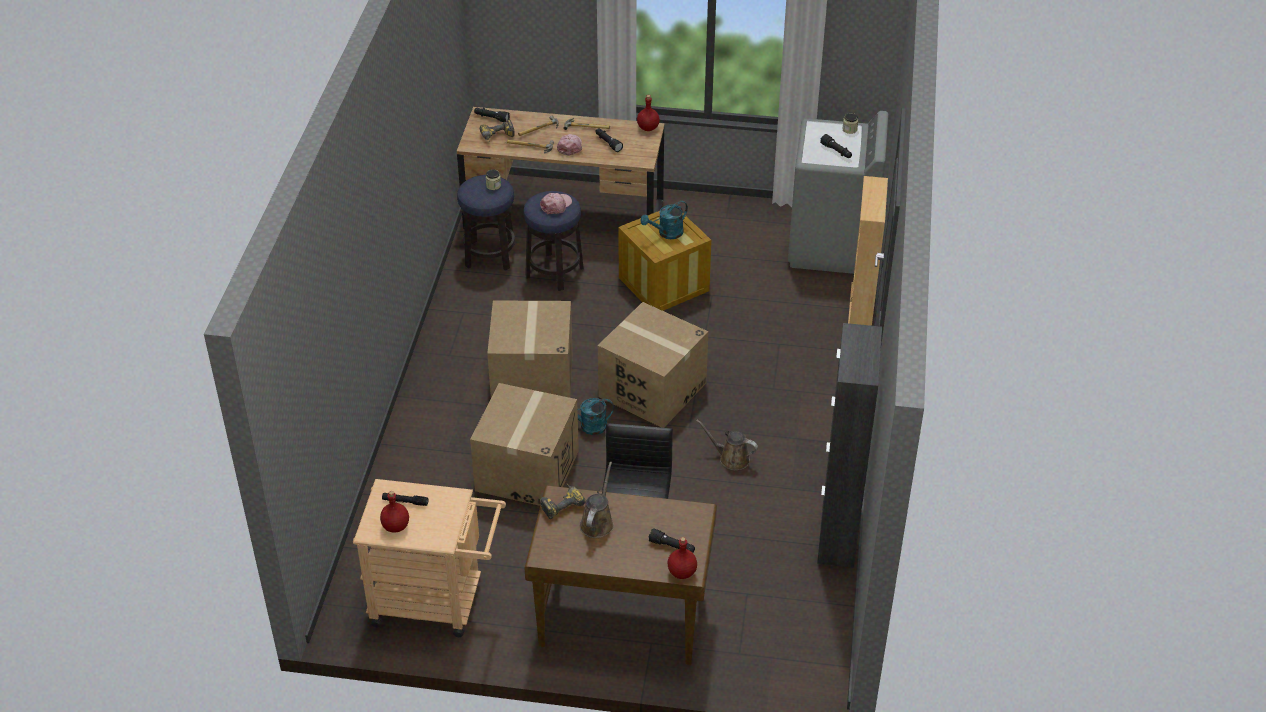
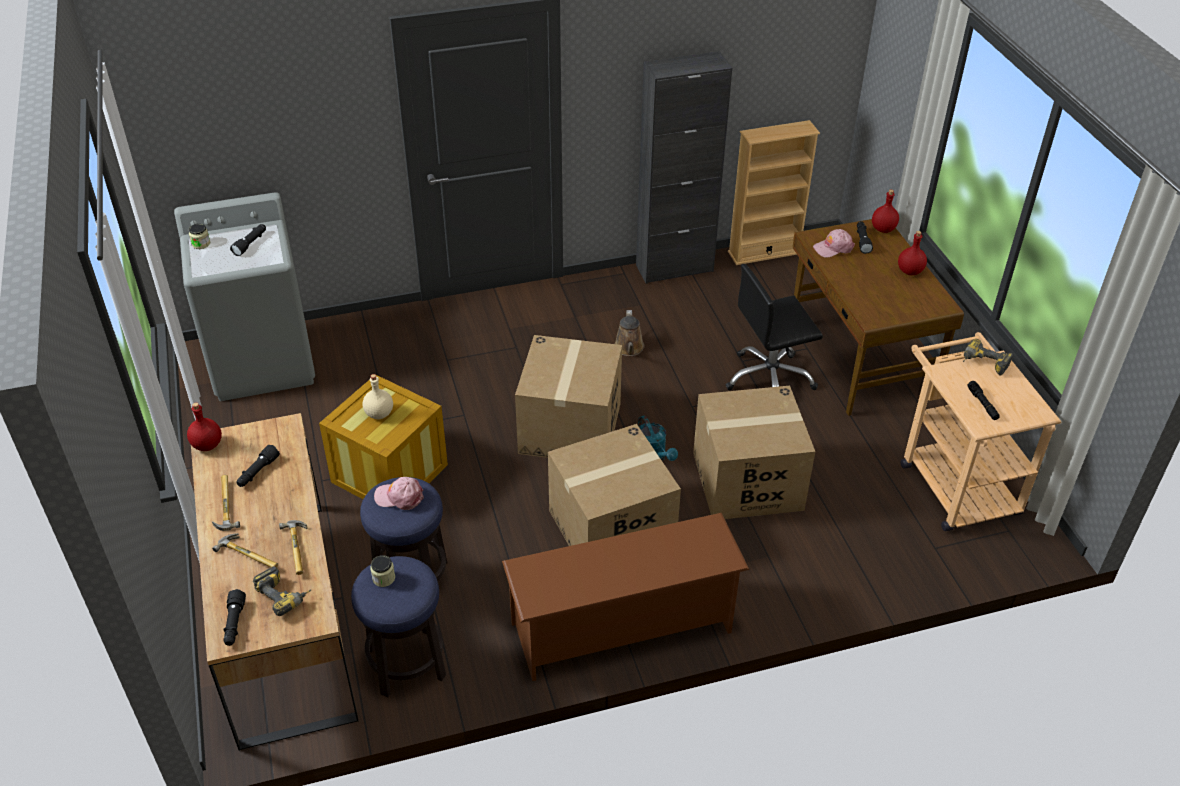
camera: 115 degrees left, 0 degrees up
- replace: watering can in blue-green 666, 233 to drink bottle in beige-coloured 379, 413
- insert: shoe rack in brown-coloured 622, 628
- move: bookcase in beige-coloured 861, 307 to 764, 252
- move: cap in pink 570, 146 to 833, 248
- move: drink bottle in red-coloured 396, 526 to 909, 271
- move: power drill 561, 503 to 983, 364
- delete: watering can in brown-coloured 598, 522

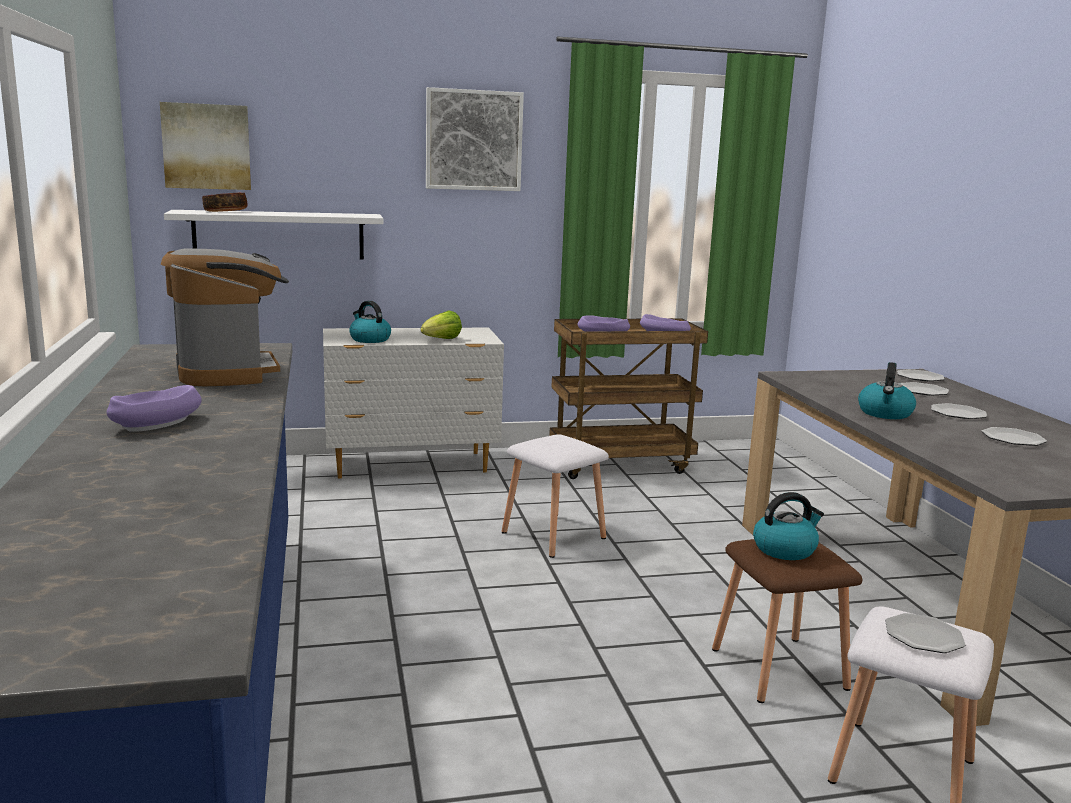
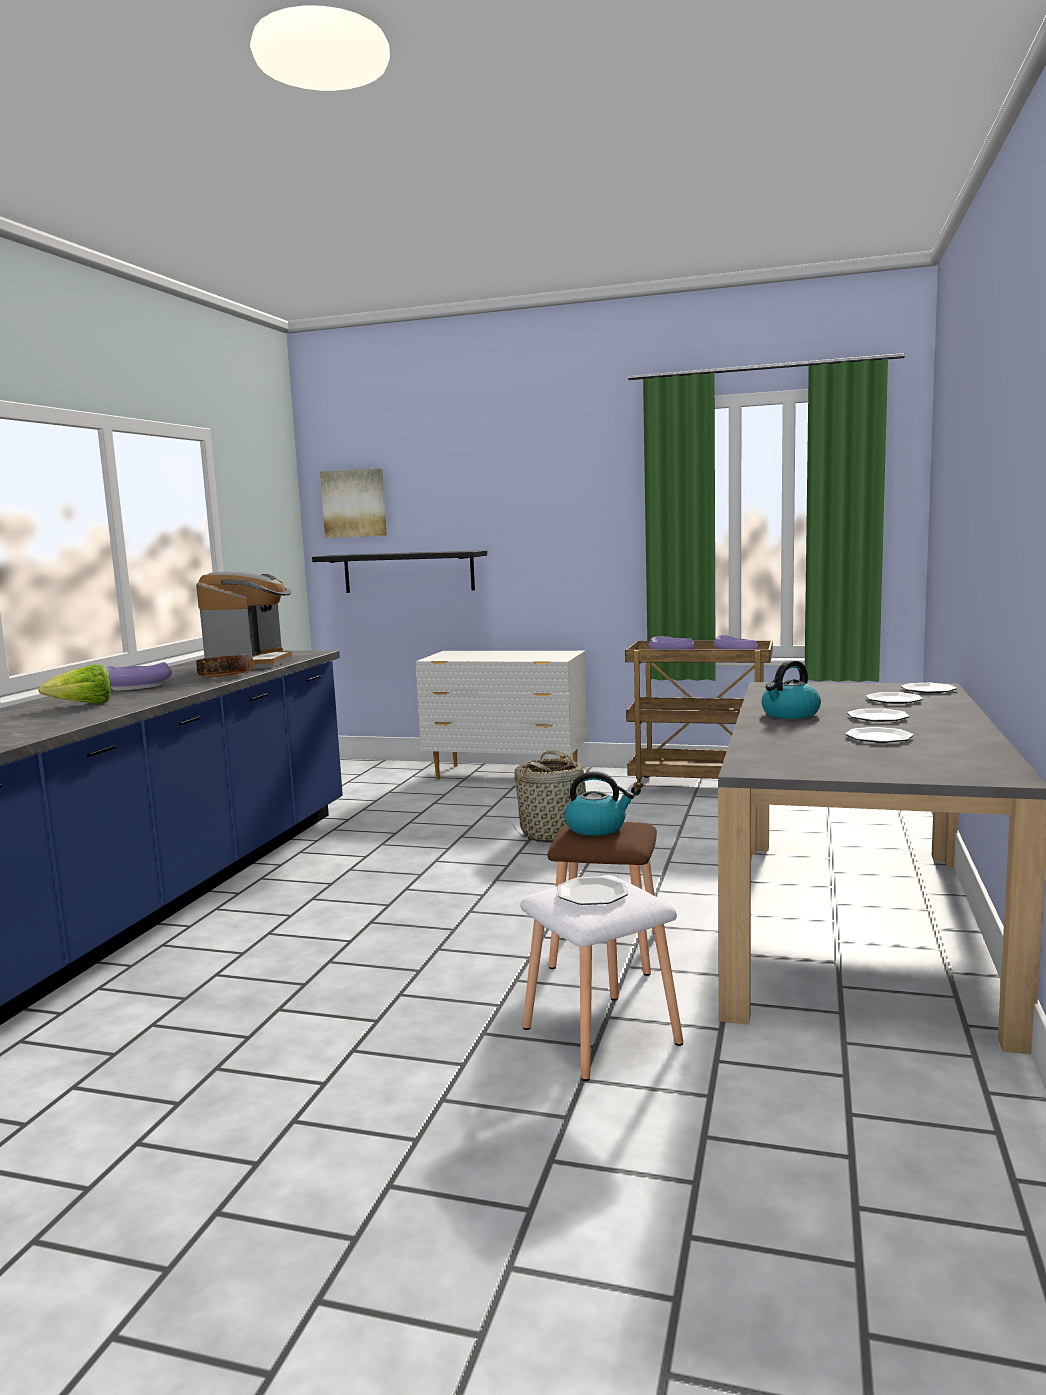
camera: 30 degrees right, 5 degrees down
- move: lettuce head 441, 340 to 84, 705
- move: bowl 225, 212 to 224, 676
- recolor: shelf in white 279, 235 to shelf in blackish 408, 572
- replace: stool in white 555, 535 to basket 554, 834
- delete: water kettle 369, 339
- delete: wall art 473, 140

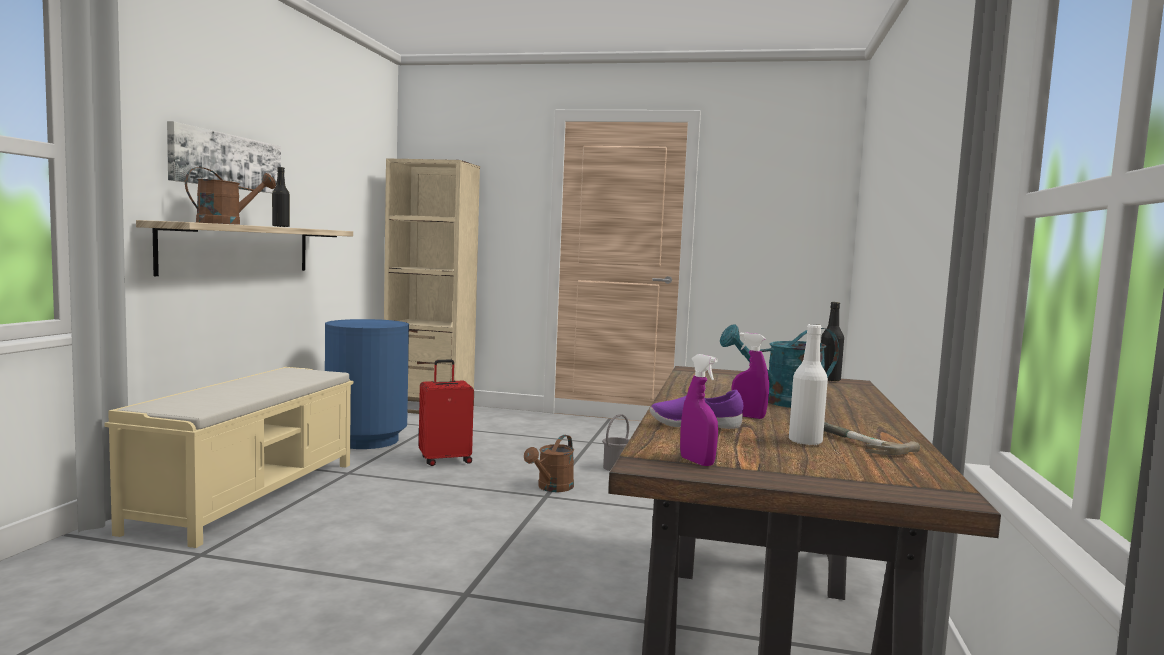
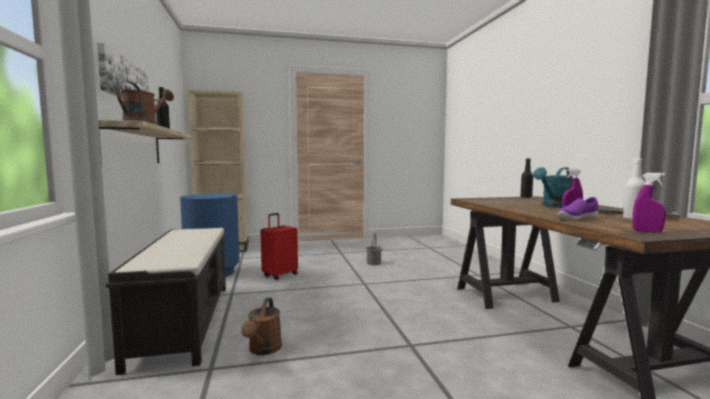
camera: 25 degrees left, 0 degrees up
- recolor: indoor bench in beige-coloured 250, 494 to indoor bench in blackish 184, 321
- move: watering can in brown-coloured 552, 488 to 263, 350

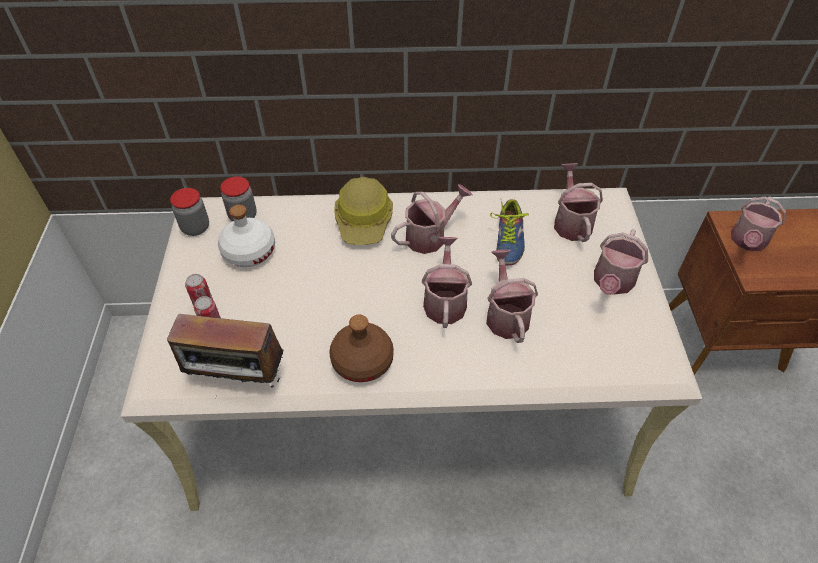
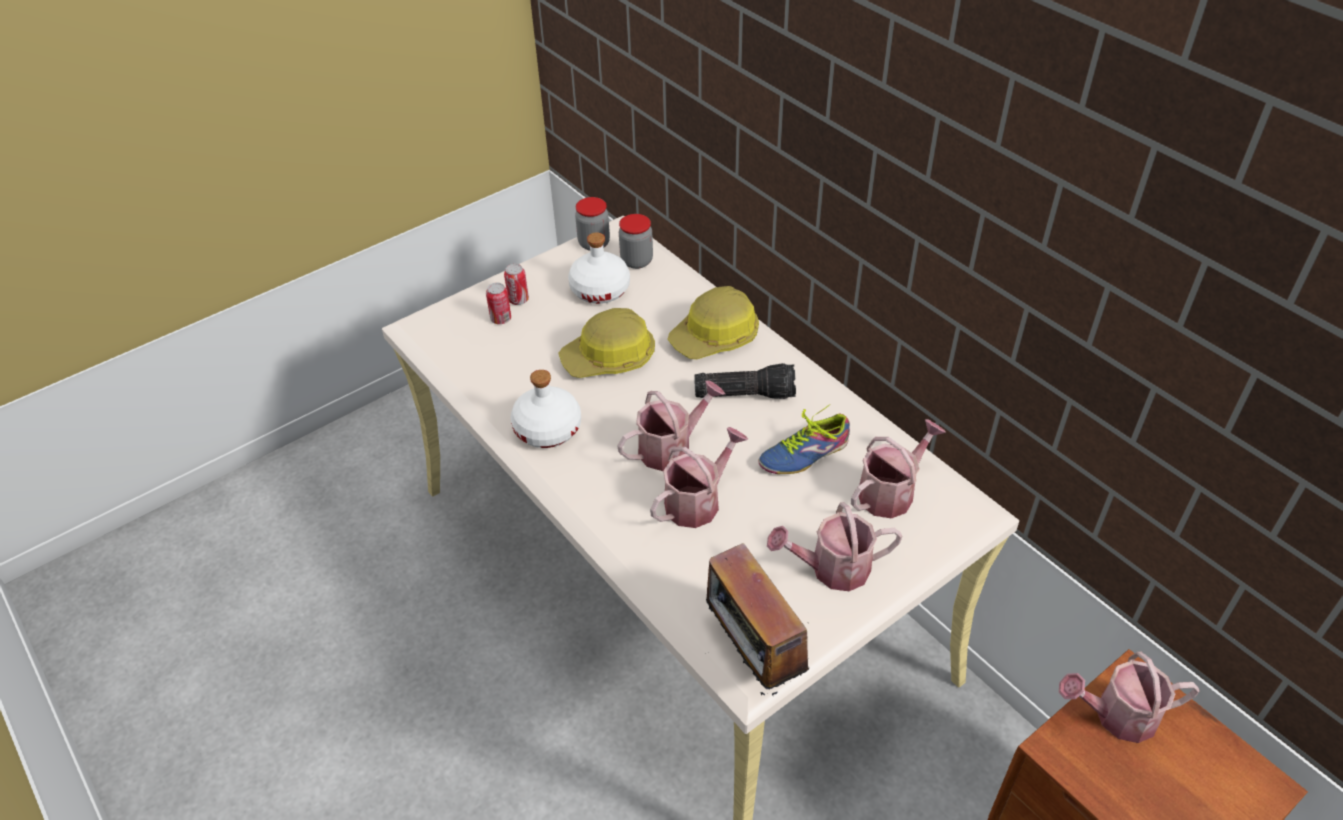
camera: 55 degrees right, 5 degrees down
- recolor: drink bottle in brown-coloured 362, 360 to drink bottle in white 548, 429
- insert: safety helmet 610, 358
- replace: watering can 430, 236 to hand torch 745, 392
- move: radio receiver 237, 378 to 752, 655

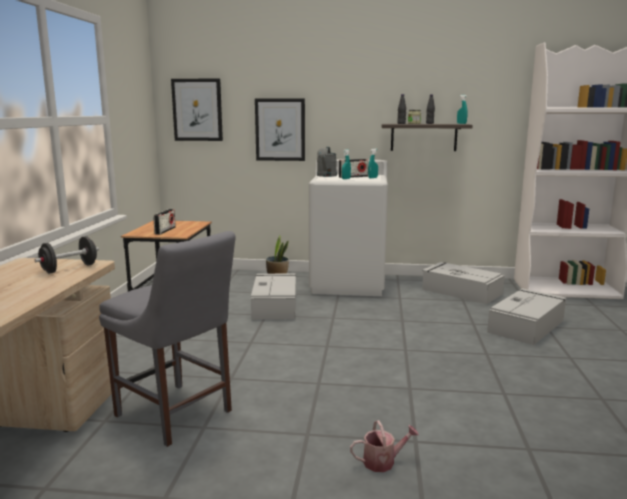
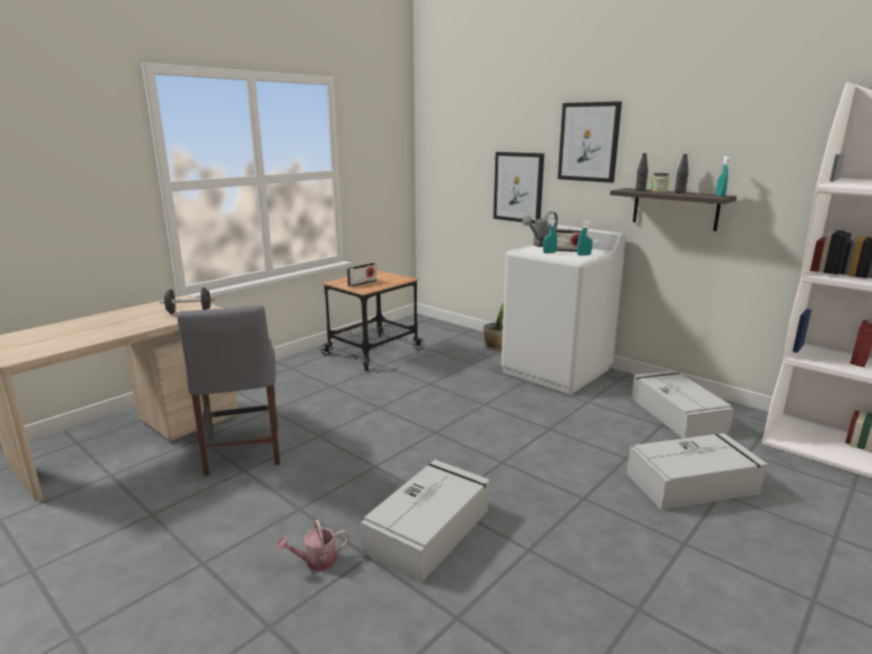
camera: 35 degrees right, 5 degrees up
- rotate: watering can 383, 462 = 315, 561 135 degrees clockwise
- move: storage box in gray 275, 305 to 429, 529
- move: wall art 197, 110 to 589, 142

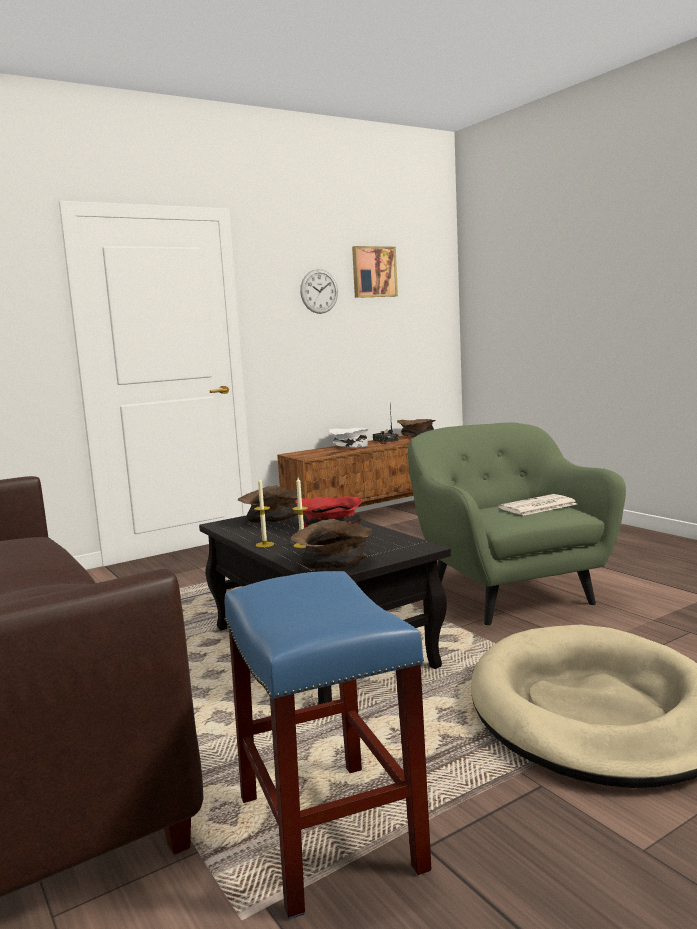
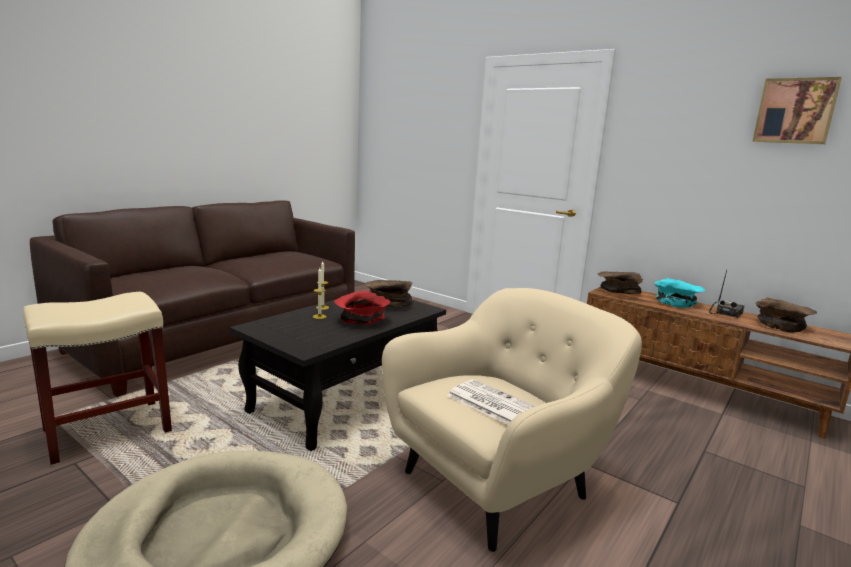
camera: 70 degrees right, 5 degrees up
- recolor: stool in blue 326, 831 to stool in beige-coloured 109, 429
- recolor: easy chair in greenish 508, 592 to easy chair in beige-coloured 498, 482
- move: bowl in brown-coloured 333, 564 to 618, 292
- recolor: bowl in white 350, 446 to bowl in blue-green 676, 302
- delete: clock on the wall 319, 291

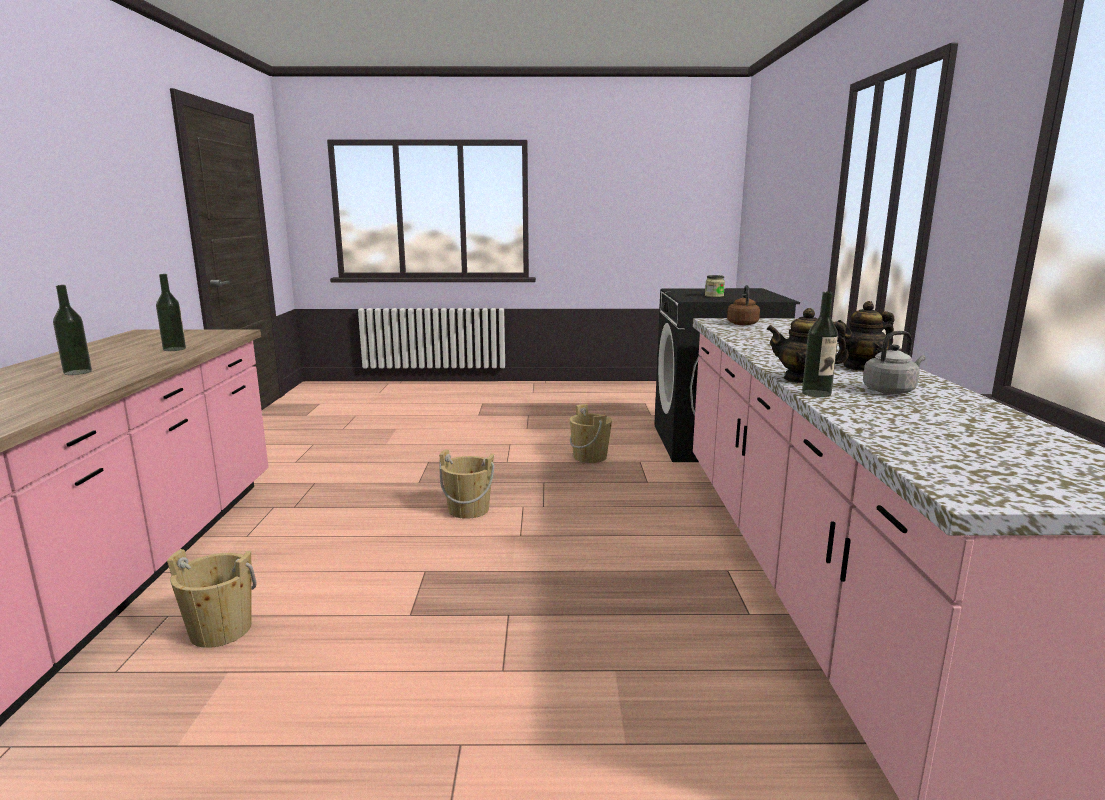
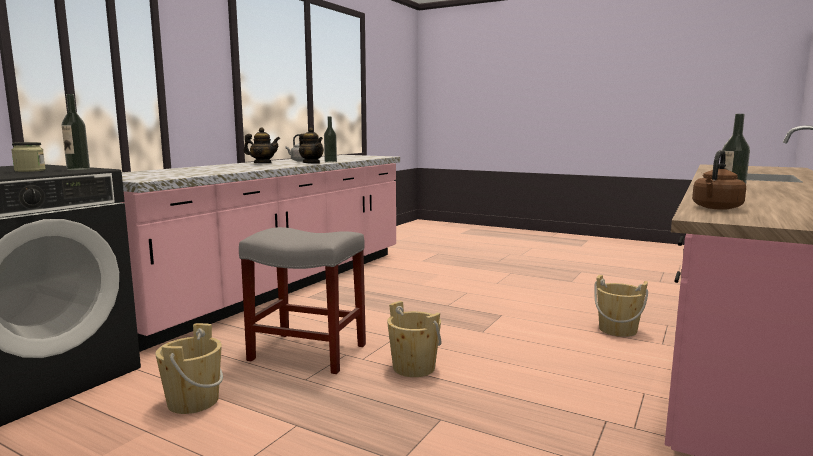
camera: 150 degrees left, 5 degrees down
- move: drink bottle 77, 372 to 78, 169
- insert: stool in gray 306, 352
- move: water kettle in brown-coloured 742, 323 to 716, 208

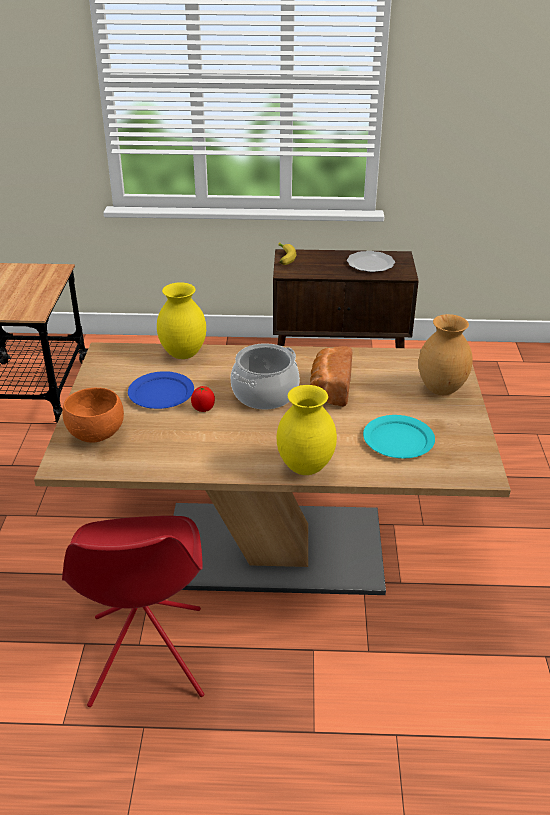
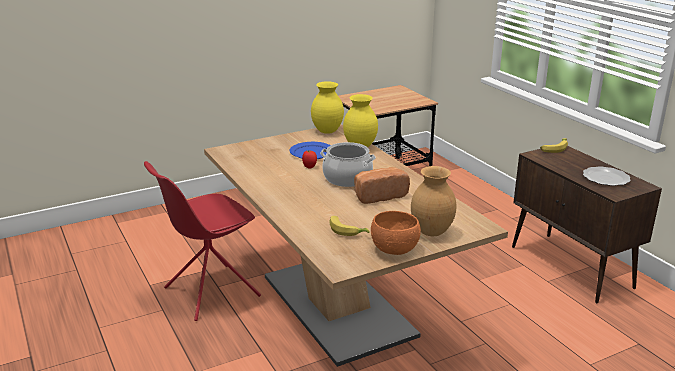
camera: 60 degrees right, 10 degrees down
- move: decorative vase in yellow-coloured 306, 468 to 327, 131
- replace: plate in blue-green 399, 439 to whole banana 347, 230
- move: bowl in orangey 97, 434 to 395, 250

